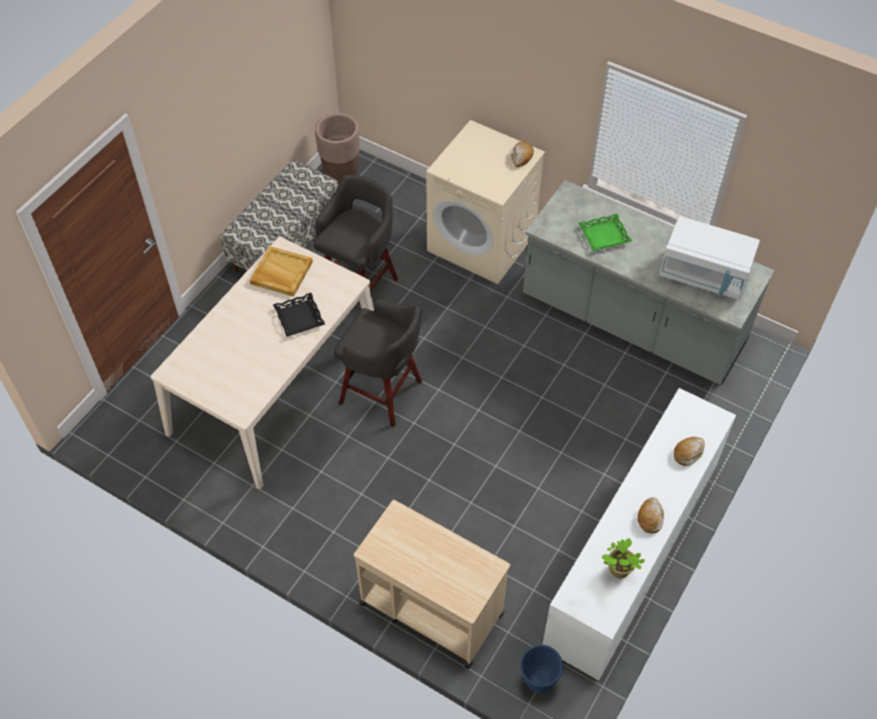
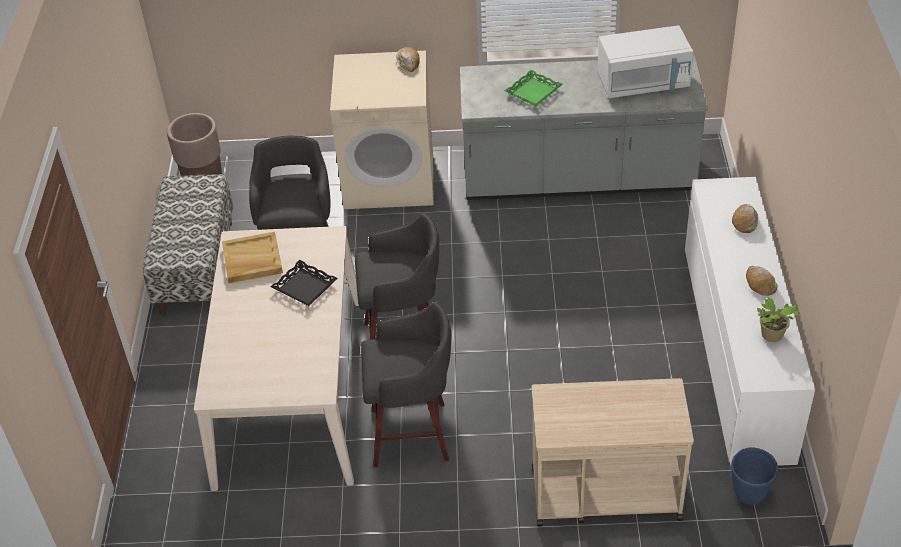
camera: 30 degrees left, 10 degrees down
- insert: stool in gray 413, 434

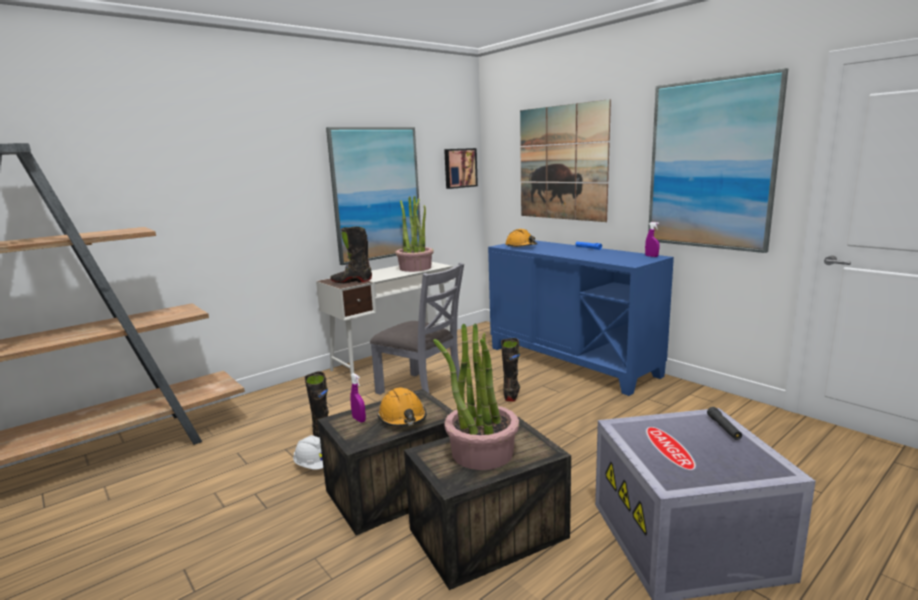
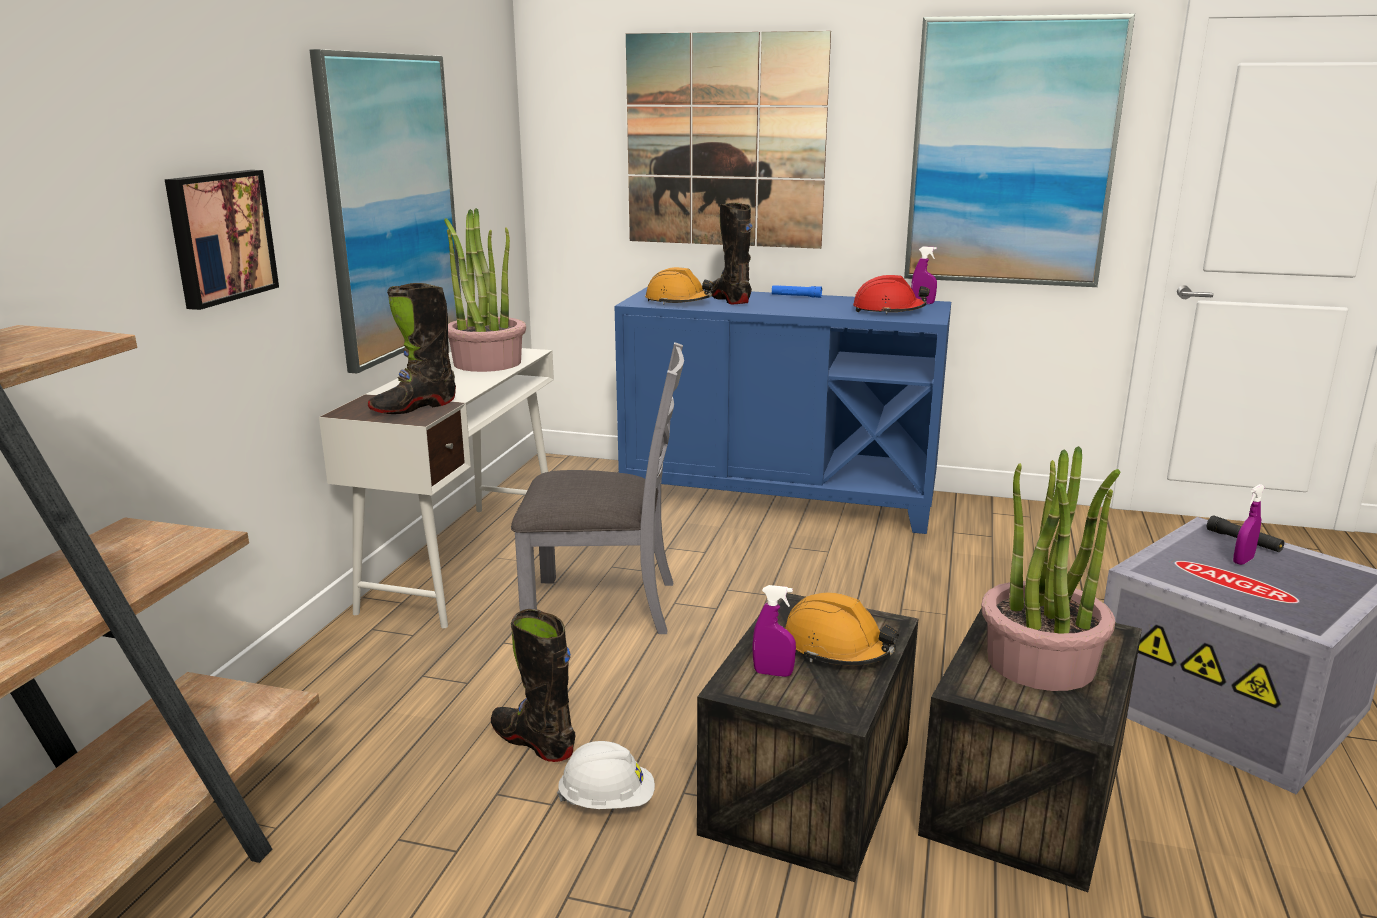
camera: 35 degrees left, 5 degrees up
- move: wall art 459, 168 to 219, 237
- move: tall boot in blackish 511, 394 to 729, 299
- insert: safety helmet in red-coloured 888, 310
- insert: spray bottle in purplish 1243, 561

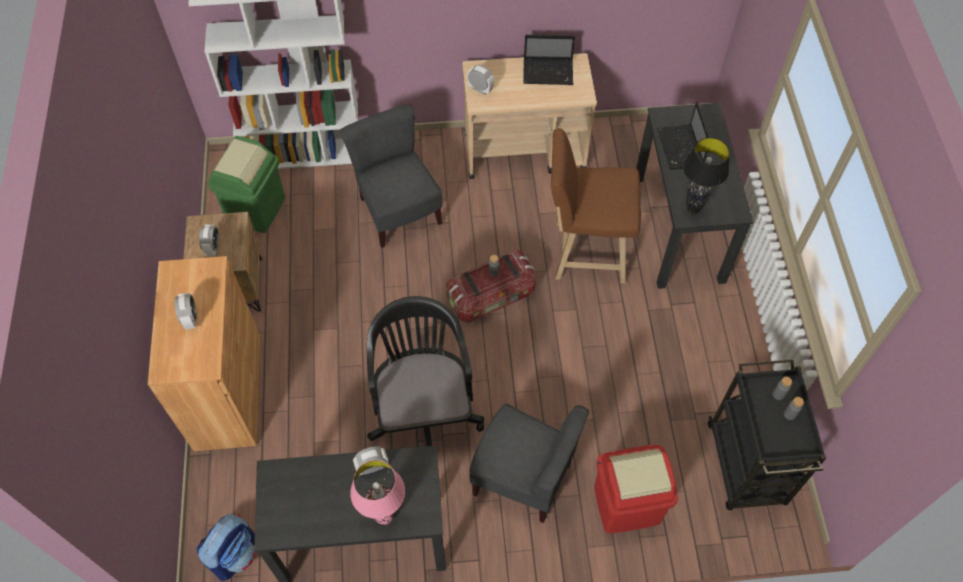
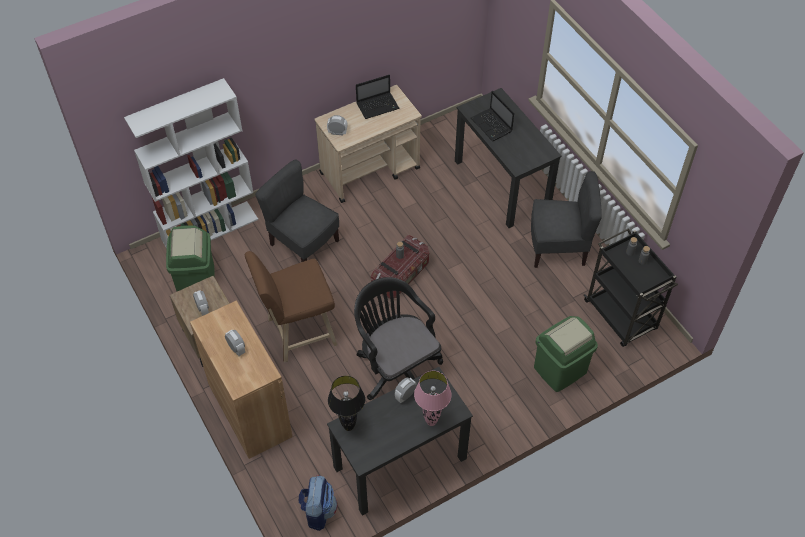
camera: 25 degrees left, 5 degrees down
- move: stool in brown-coloured 585, 252 to 298, 333
- move: table lamp in blackish 692, 210 to 348, 426
- move: upright chair in gray 523, 478 to 558, 247
- recolor: rubbish bin in red-coloured 627, 505 to rubbish bin in greenish 560, 370

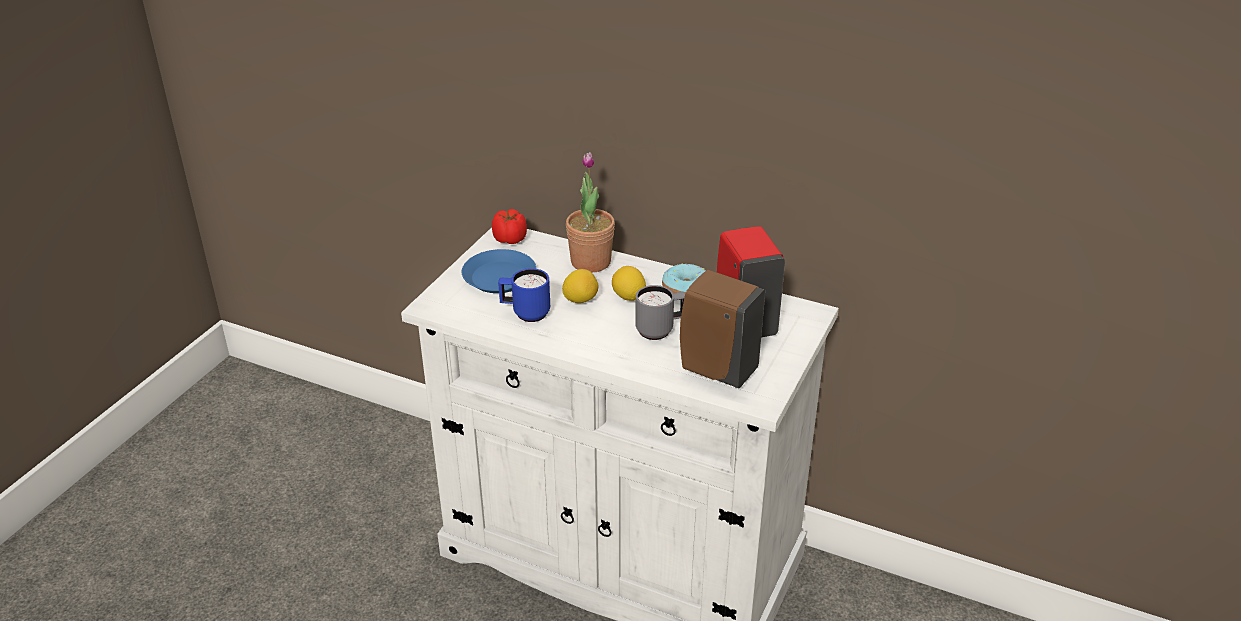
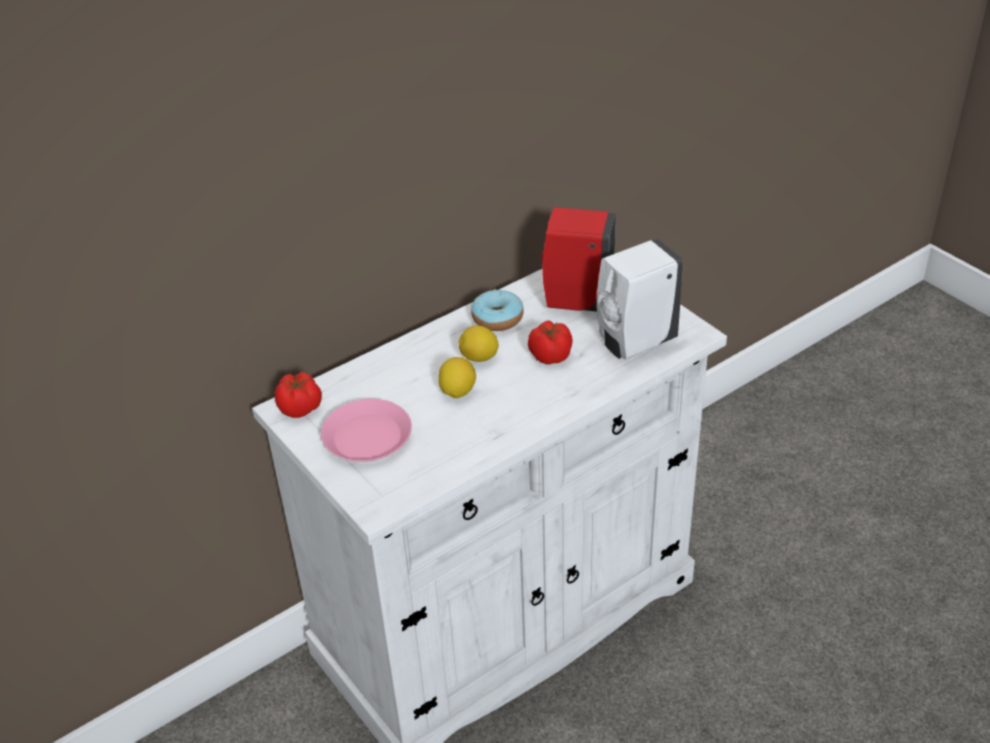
camera: 60 degrees left, 5 degrees up
- recolor: plate in blue 499, 278 to plate in pink 368, 438
- replace: tea mug in gray 660, 330 to tomato 549, 356
- recolor: liquid soap bottle in brown-coloured 716, 370 to liquid soap bottle in white 634, 343
- delete: tea mug in blue 525, 313
- delete: potted plant 590, 262

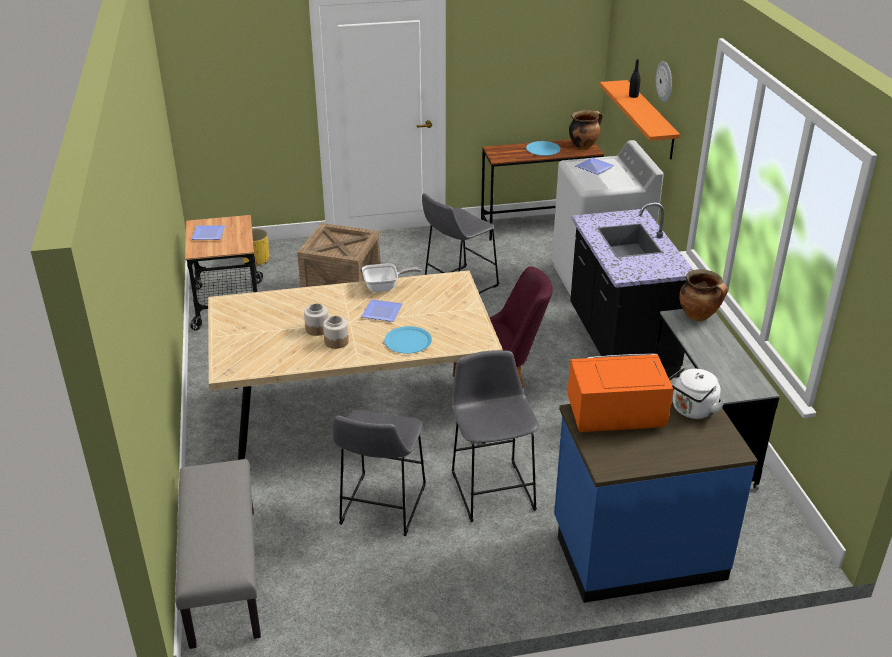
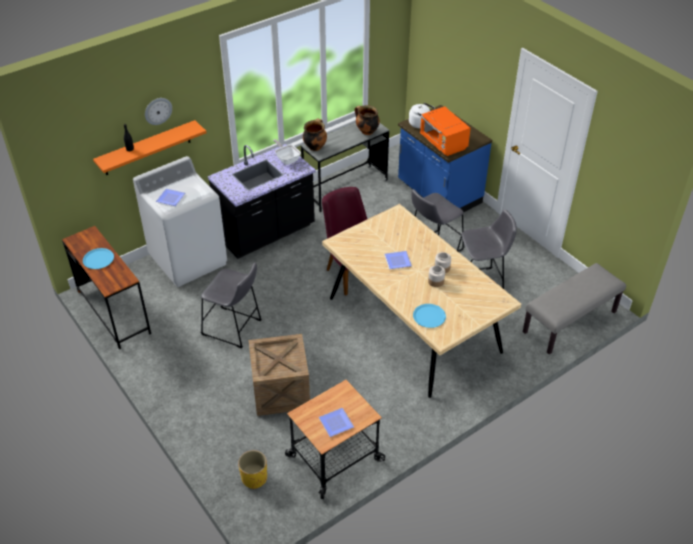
camera: 115 degrees left, 10 degrees up
- move: skillet 385, 287 to 287, 159
- move: saucepot 583, 146 to 366, 131
- move: plate in blue 408, 341 to 429, 316

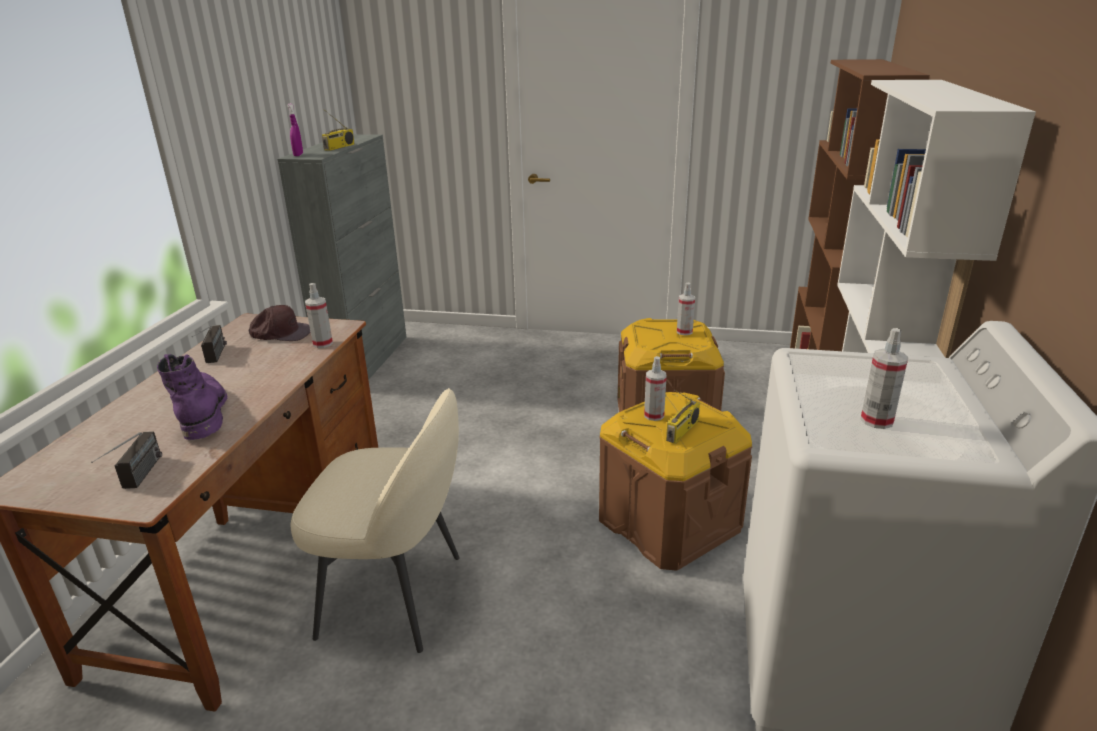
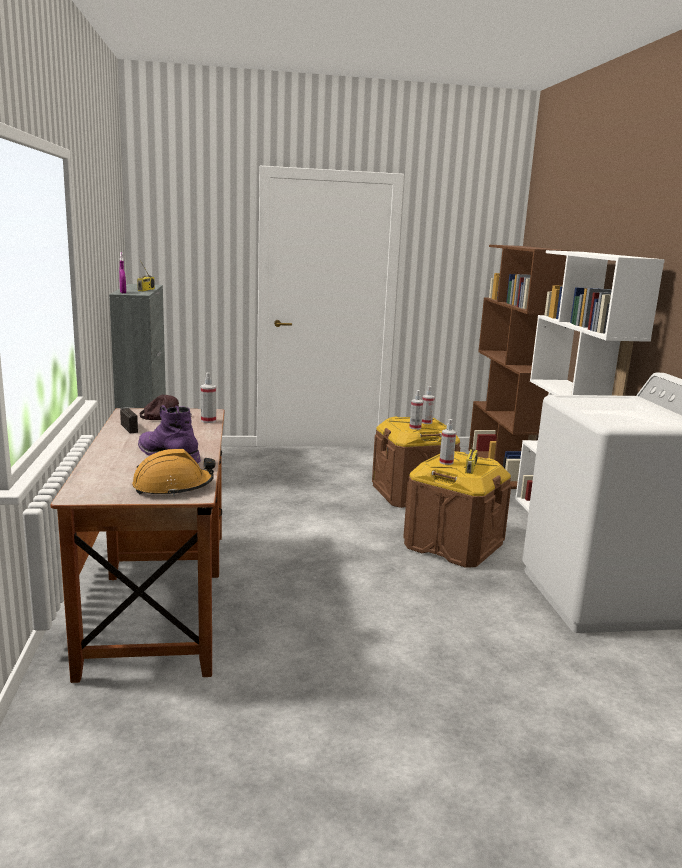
camera: 20 degrees left, 10 degrees down
- replace: radio receiver 137, 480 to safety helmet in orangey 173, 487
- move: spray bottle 877, 420 to 415, 428
- delete: upright chair in beige-coloured 396, 596

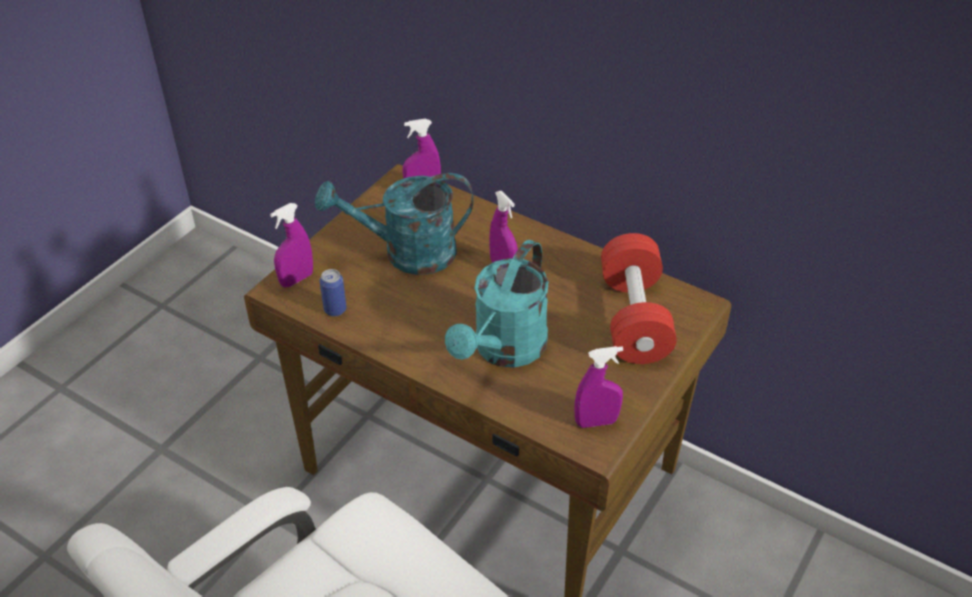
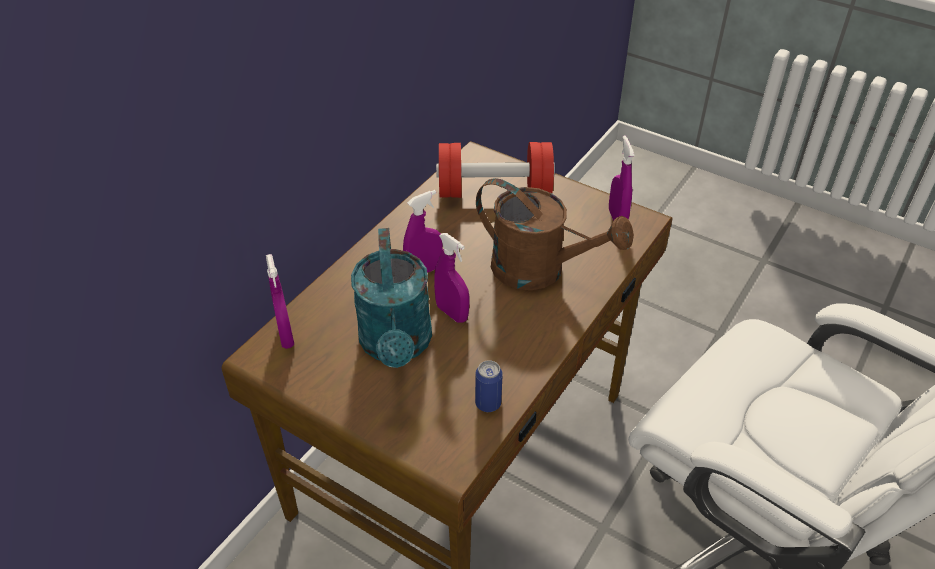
camera: 90 degrees left, 0 degrees up
- move: spray bottle in purplish 296, 279 to 452, 313
- recolor: watering can in blue-green 504, 350 to watering can in brown-coloured 540, 271

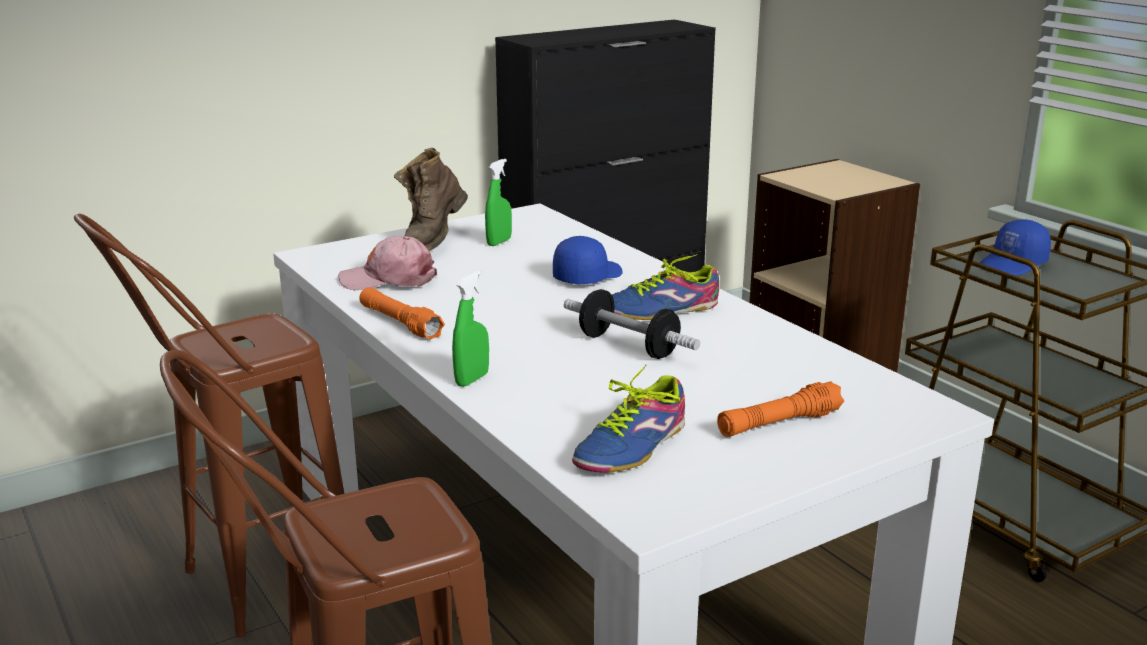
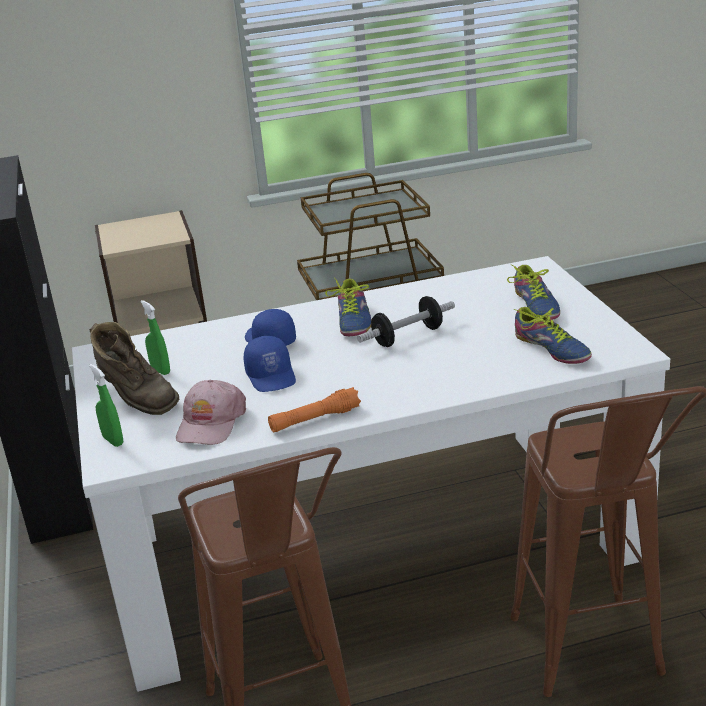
camera: 70 degrees left, 5 degrees up
- move: spray bottle in greenish 472, 379 to 113, 440
- move: cap in blue 1014, 264 to 272, 376
- replace: hand torch in orangey 779, 423 to item of footwear 536, 306

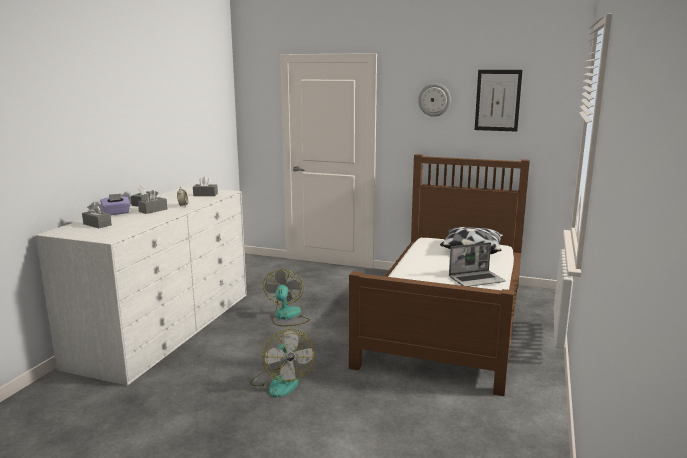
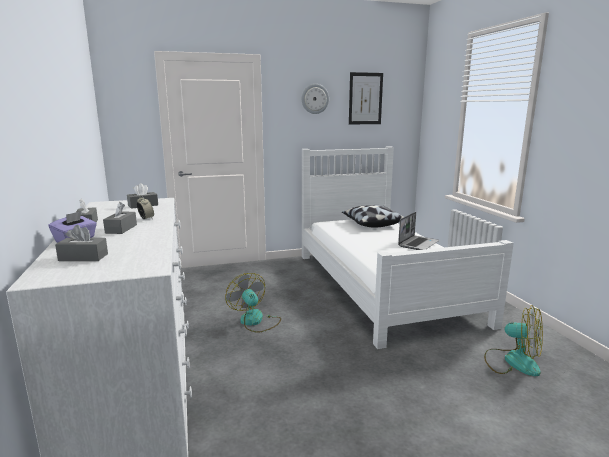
camera: 35 degrees left, 0 degrees up
- recolor: bed in brown-coloured 447, 320 to bed in white 381, 285
- move: cooling fan 281, 382 to 512, 361

